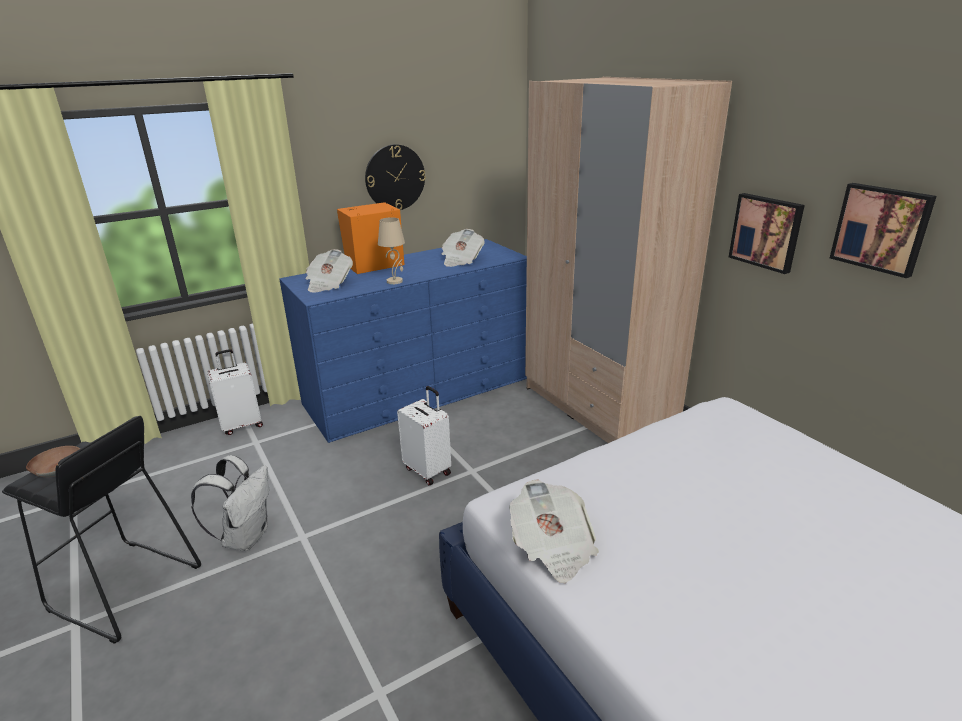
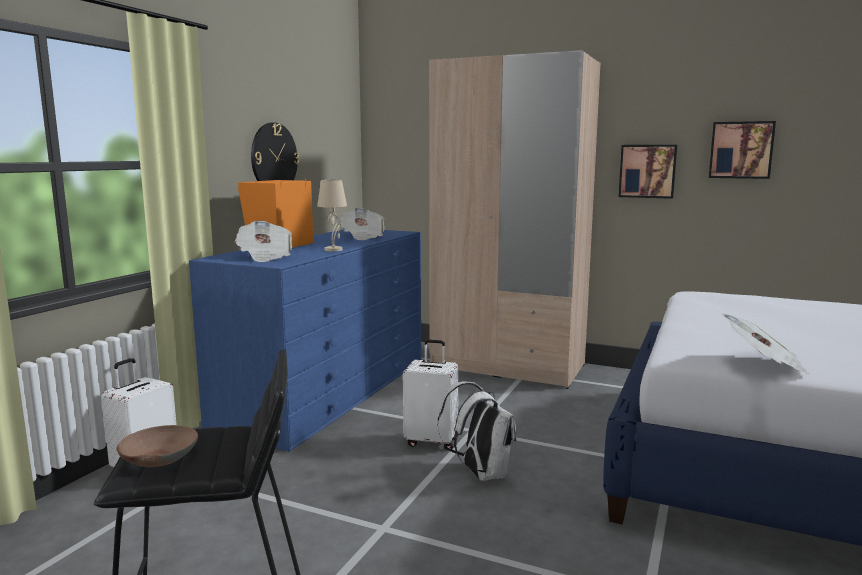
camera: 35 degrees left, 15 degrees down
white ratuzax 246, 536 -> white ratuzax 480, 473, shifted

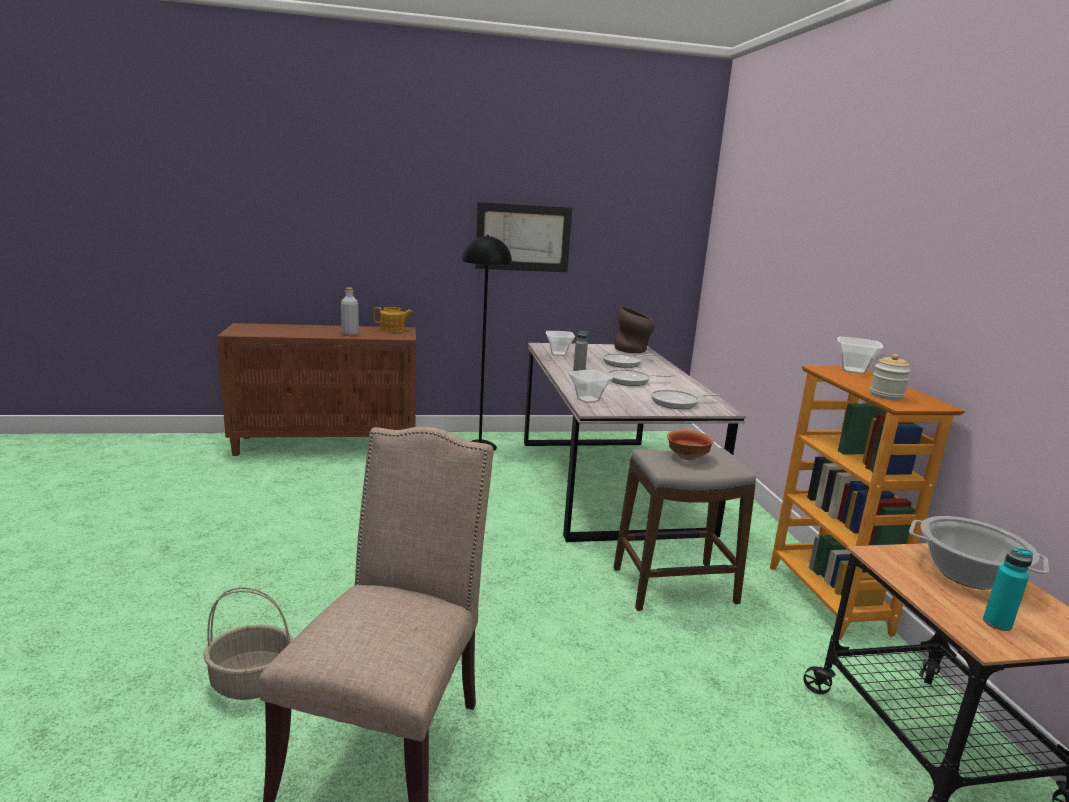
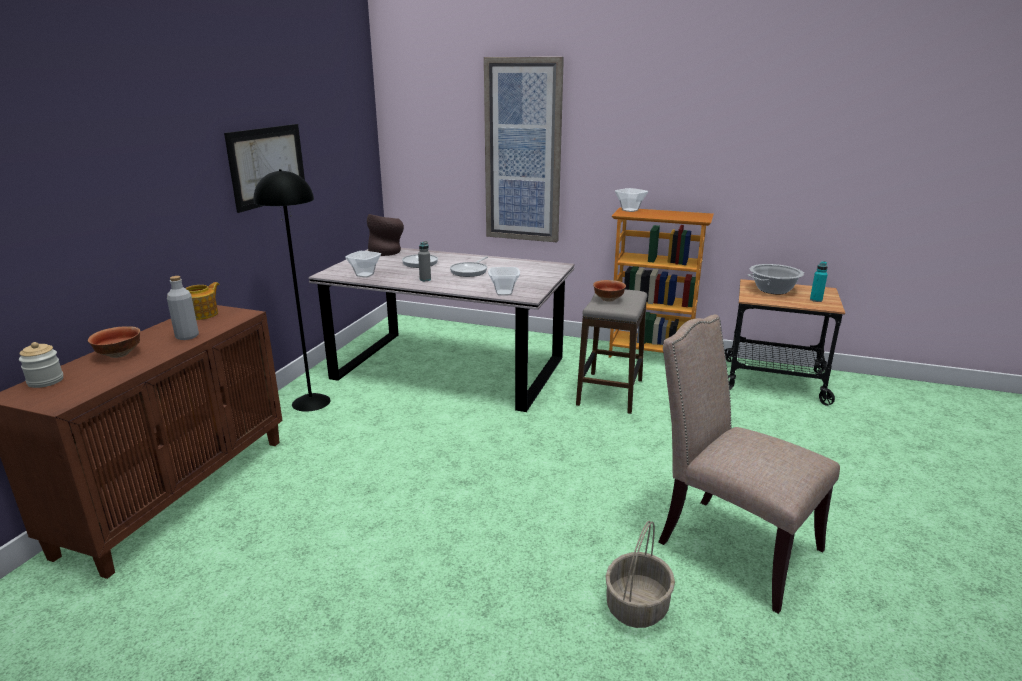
camera: 60 degrees left, 5 degrees up
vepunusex 677, 403 -> none
none -> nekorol 120, 355
none -> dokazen 523, 152
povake 886, 396 -> povake 45, 381, shifted

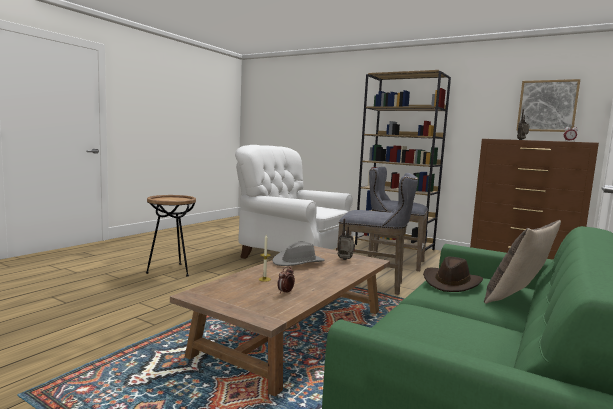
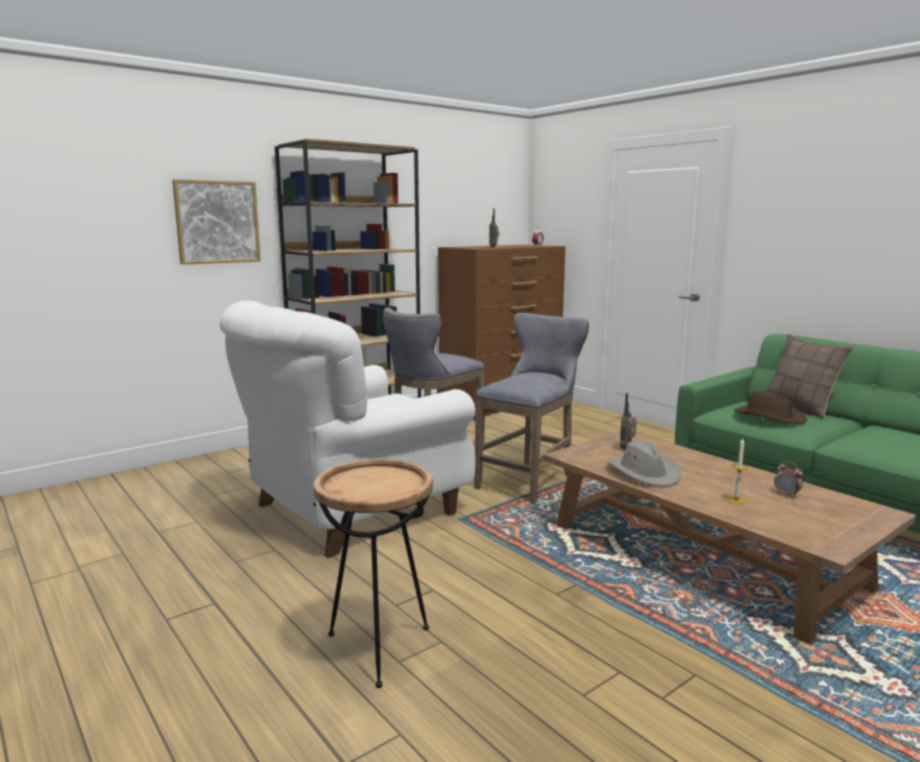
camera: 70 degrees left, 5 degrees up
dokazen 547, 106 -> dokazen 217, 222, shifted

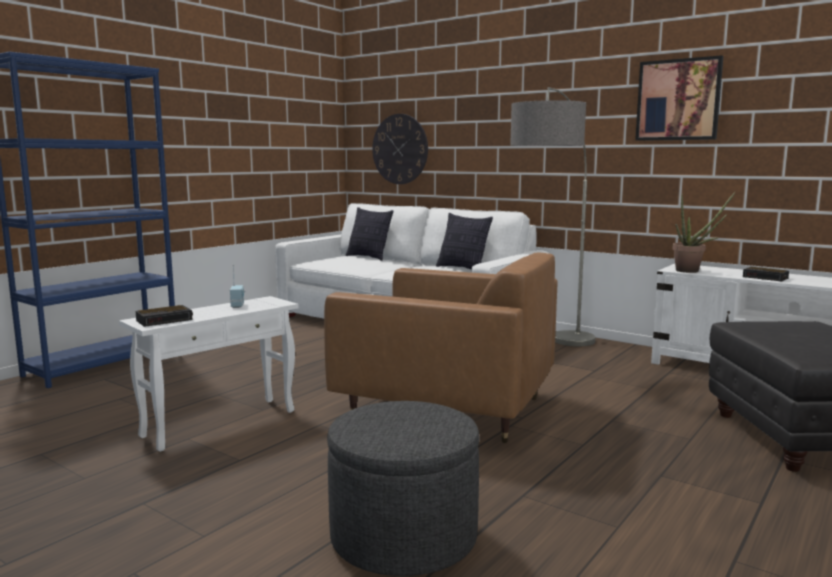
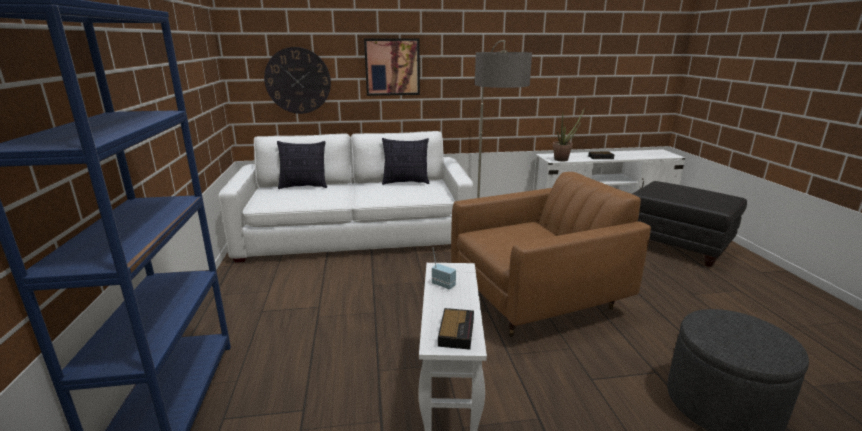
camera: 45 degrees left, 10 degrees up
dokazen 678, 100 -> dokazen 392, 67, shifted

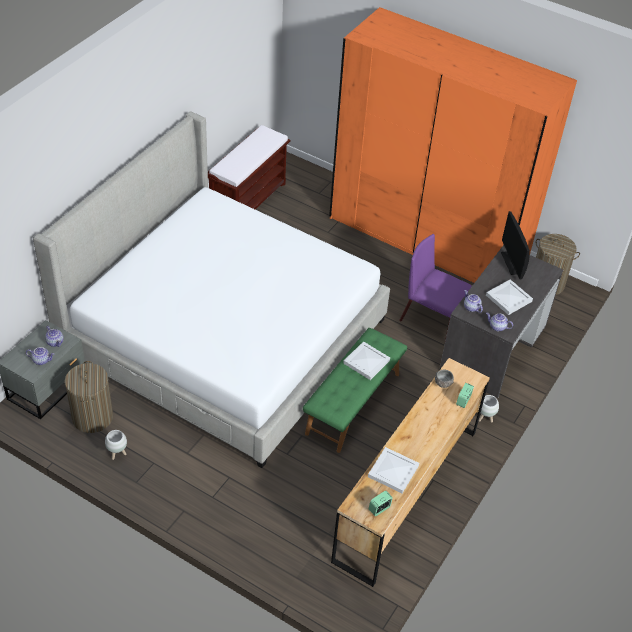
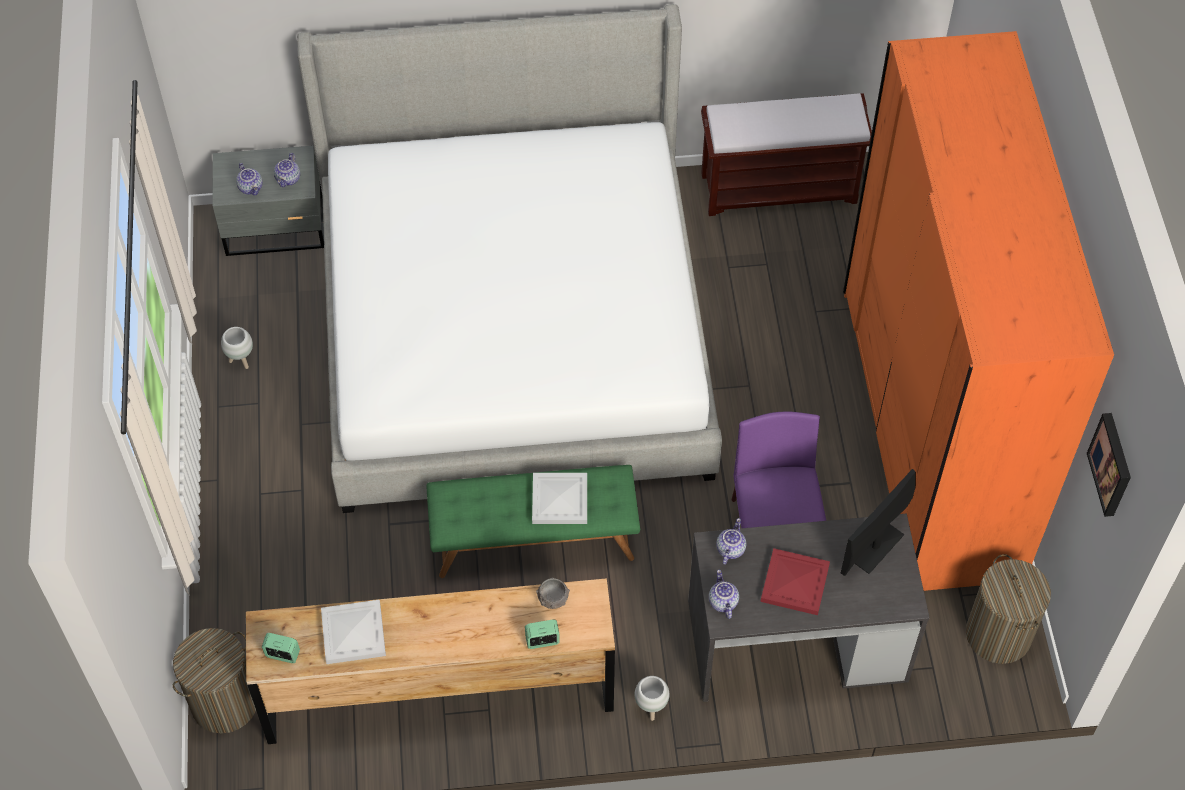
camera: 55 degrees right, 10 degrees up
none -> dokazen 1112, 464
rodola 92, 417 -> rodola 224, 703, shifted
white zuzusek 508, 298 -> red zuzusek 794, 582

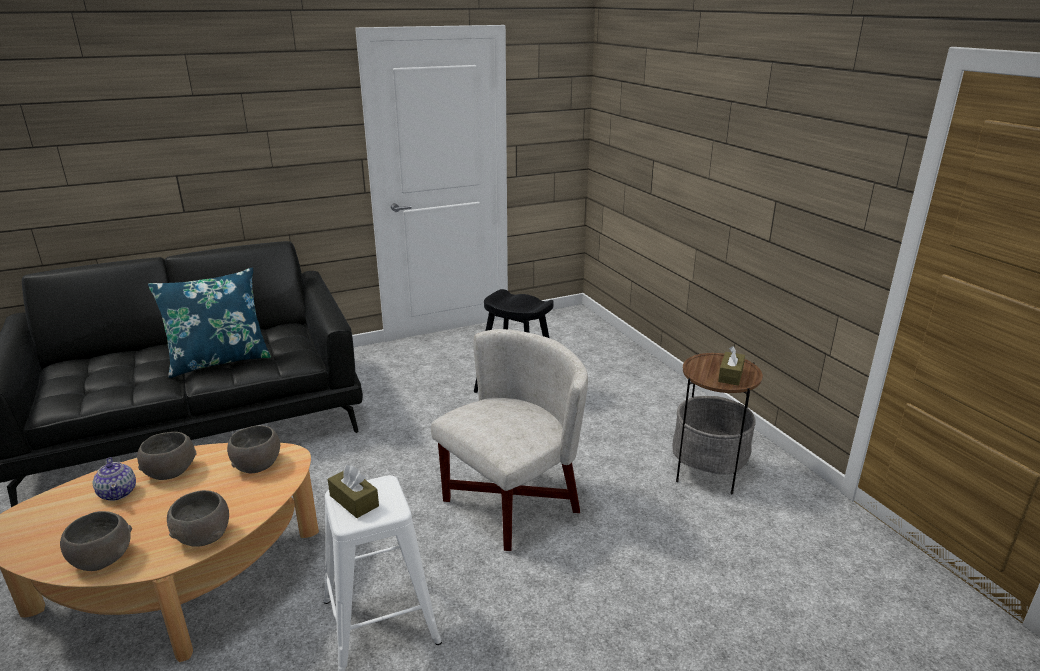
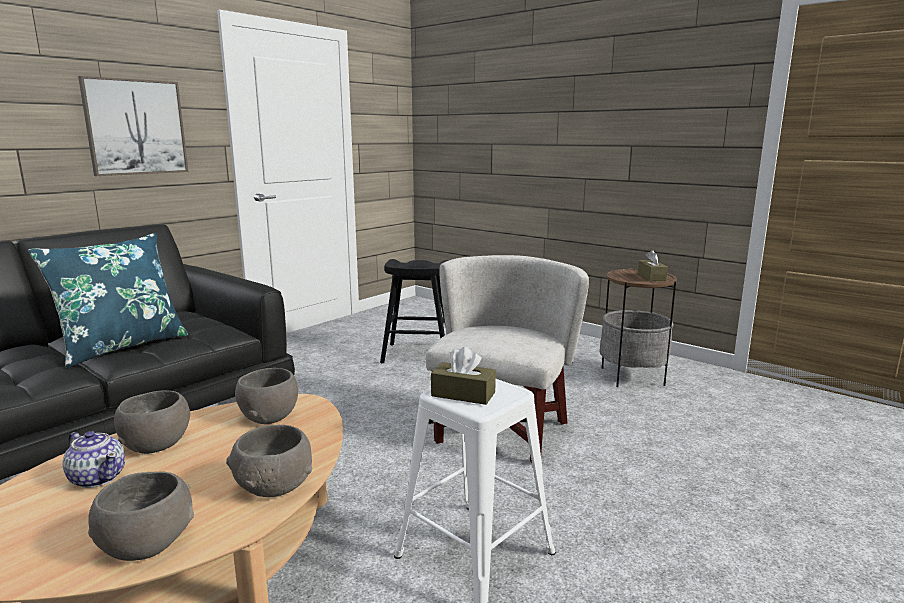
camera: 25 degrees left, 10 degrees down
none -> dokazen 135, 127

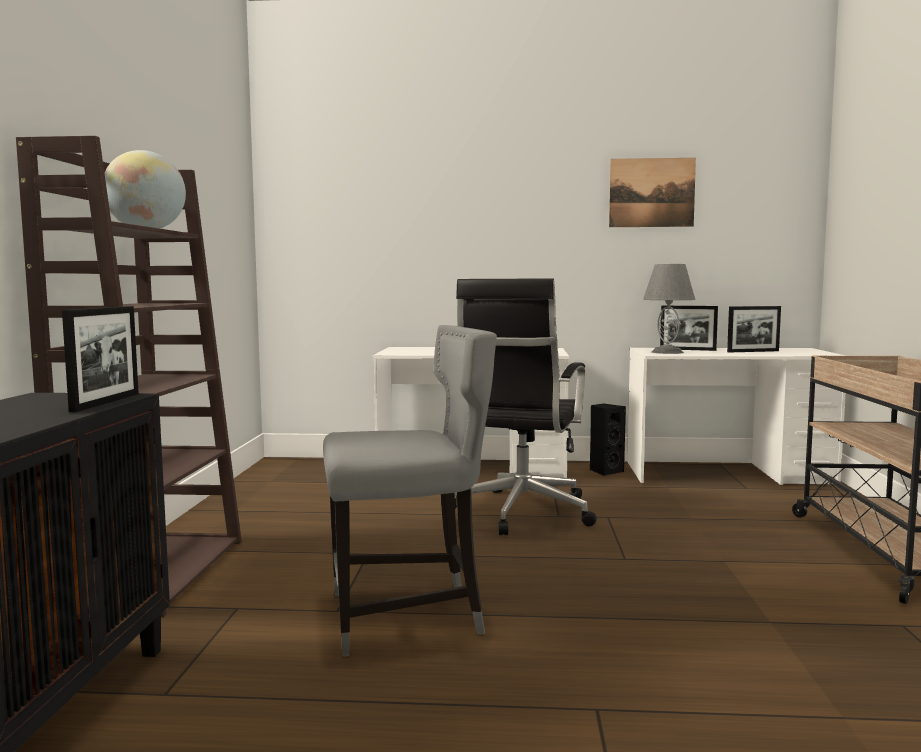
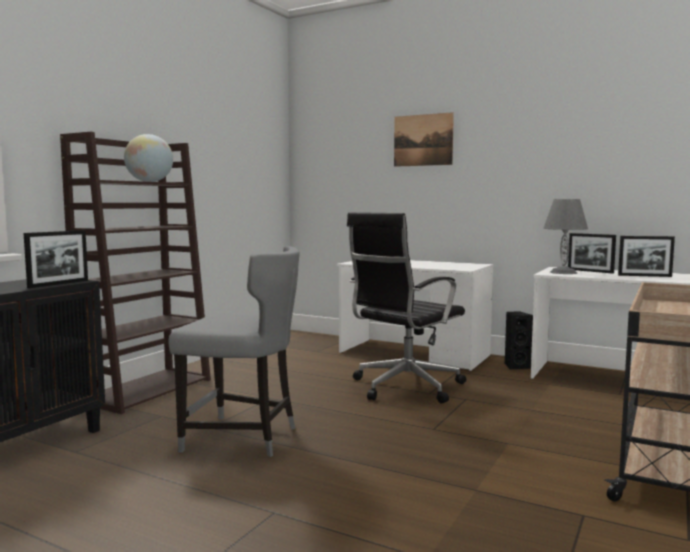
camera: 25 degrees right, 0 degrees up
dokazen 651, 192 -> dokazen 423, 140, shifted

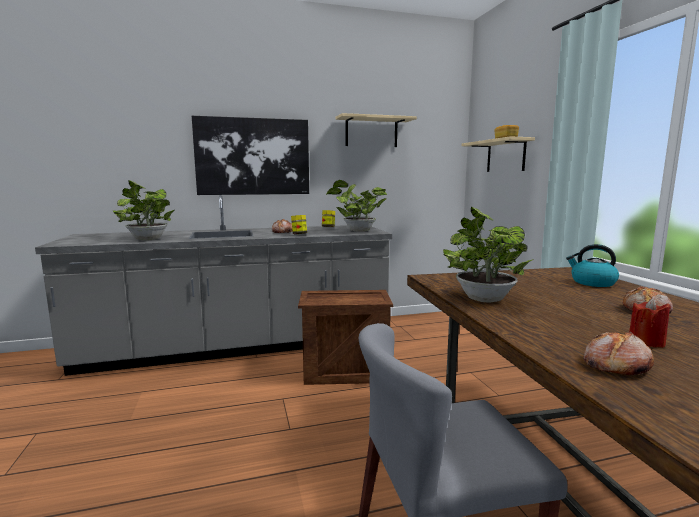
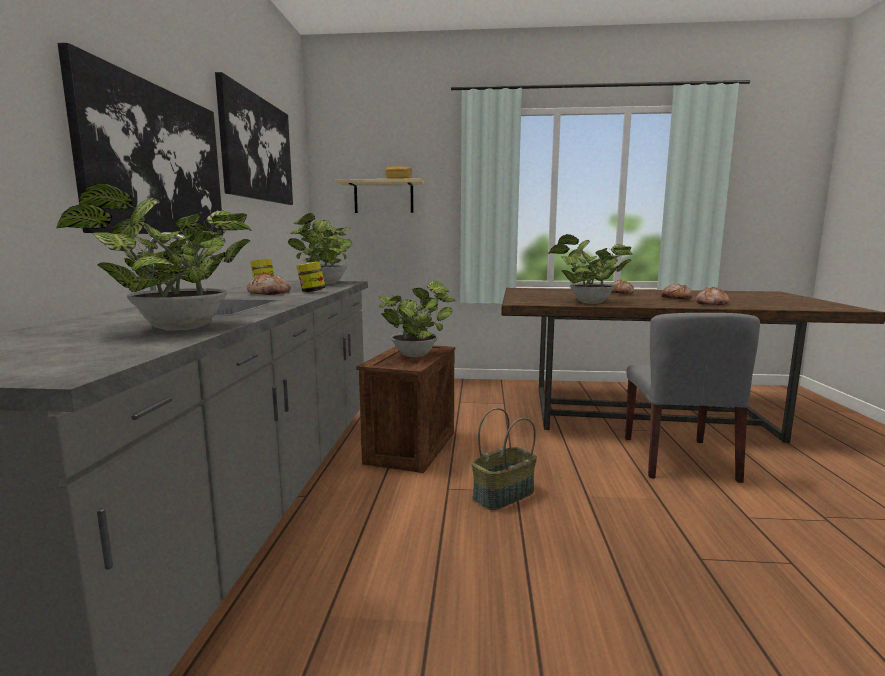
camera: 70 degrees left, 0 degrees up
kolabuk 592, 283 -> none
none -> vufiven 417, 354
none -> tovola 504, 496
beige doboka 371, 132 -> dokazen 257, 149
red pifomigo 646, 342 -> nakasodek 675, 299

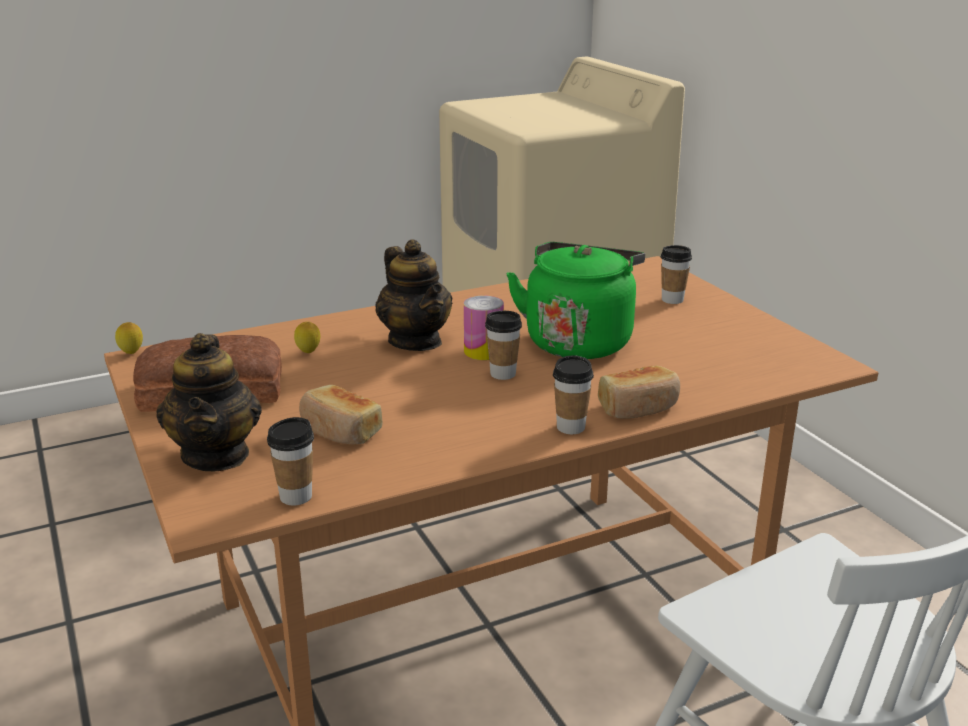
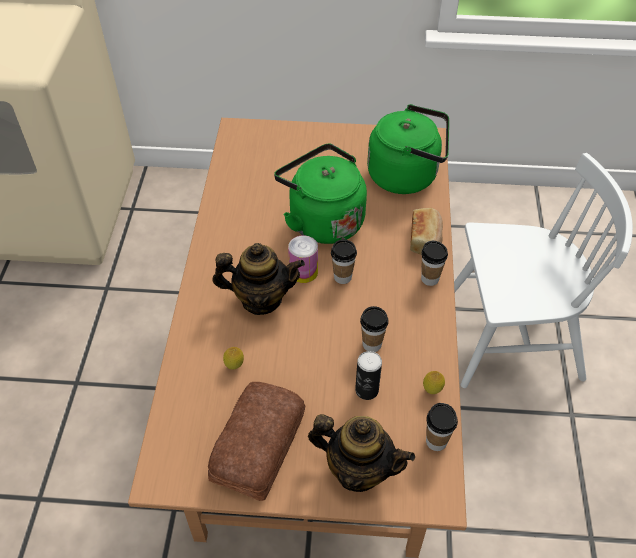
camera: 60 degrees left, 25 degrees up
none -> green kolabuk 407, 175
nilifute 131, 354 -> nilifute 432, 390, shifted
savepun 672, 300 -> savepun 372, 344, shifted
nakasodek 340, 431 -> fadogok 367, 390

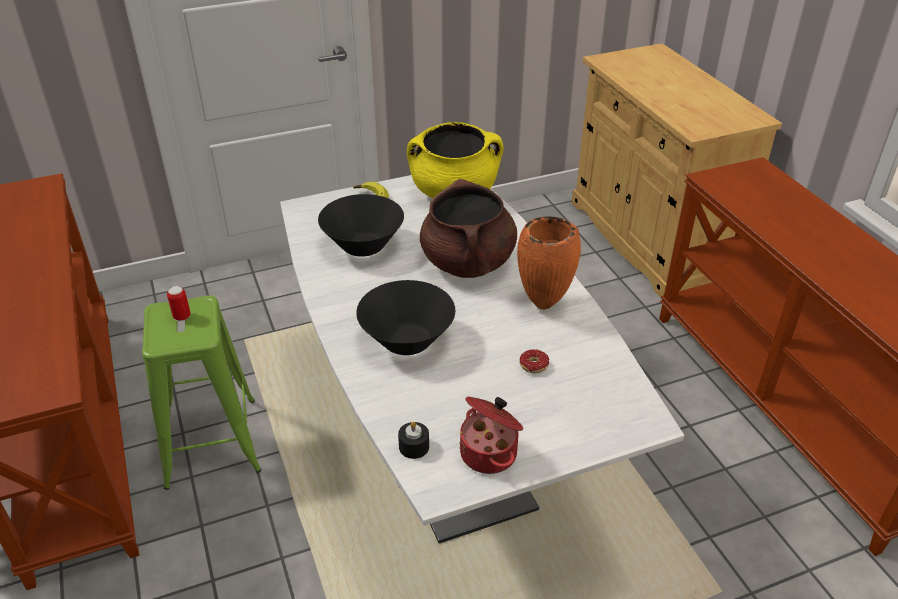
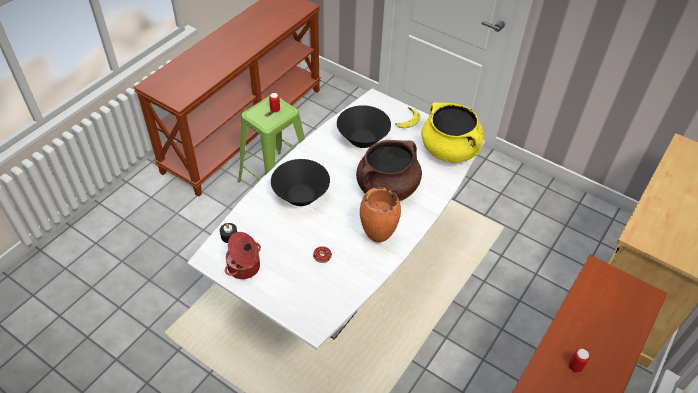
camera: 55 degrees right, 10 degrees up
none -> fadogok 575, 367

